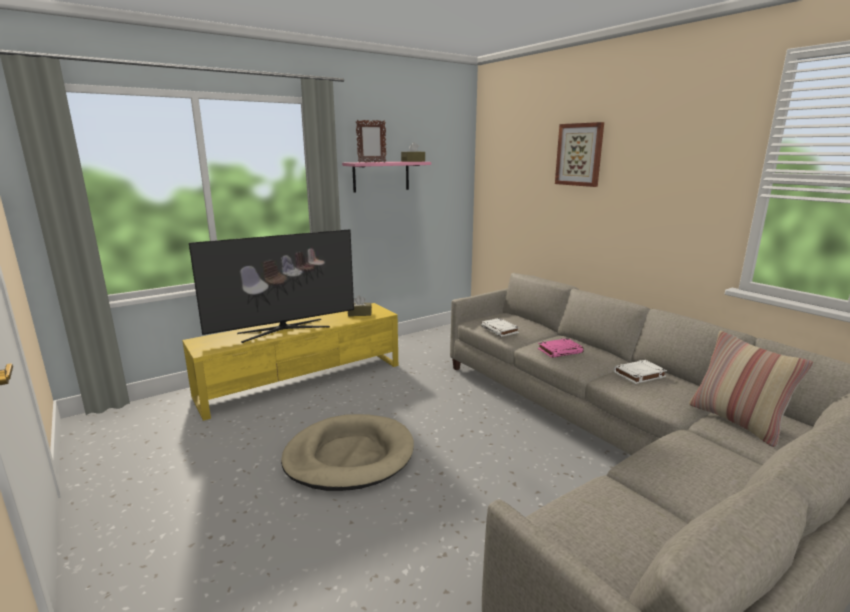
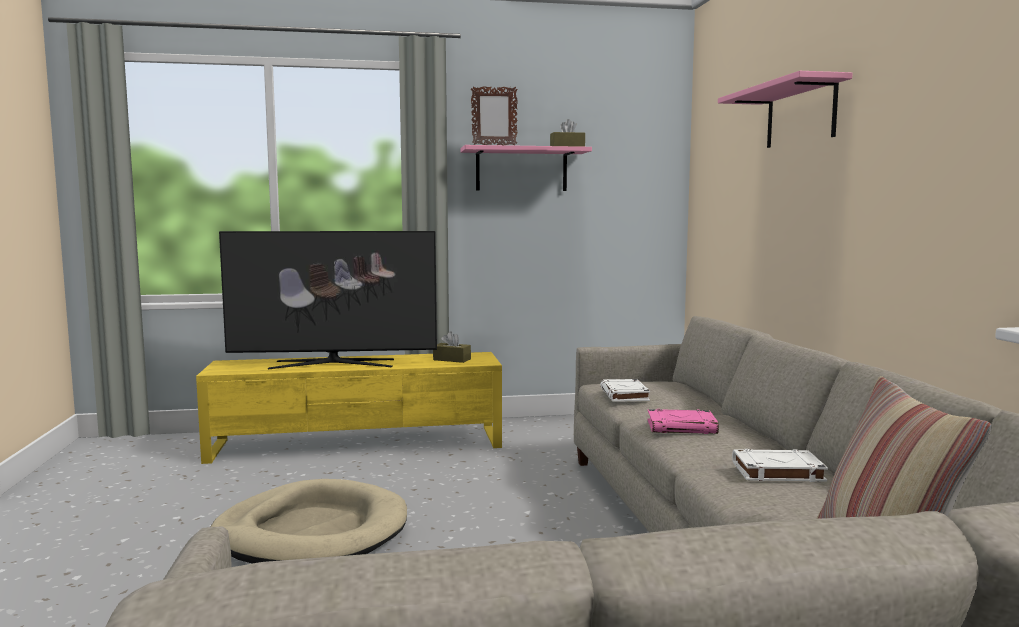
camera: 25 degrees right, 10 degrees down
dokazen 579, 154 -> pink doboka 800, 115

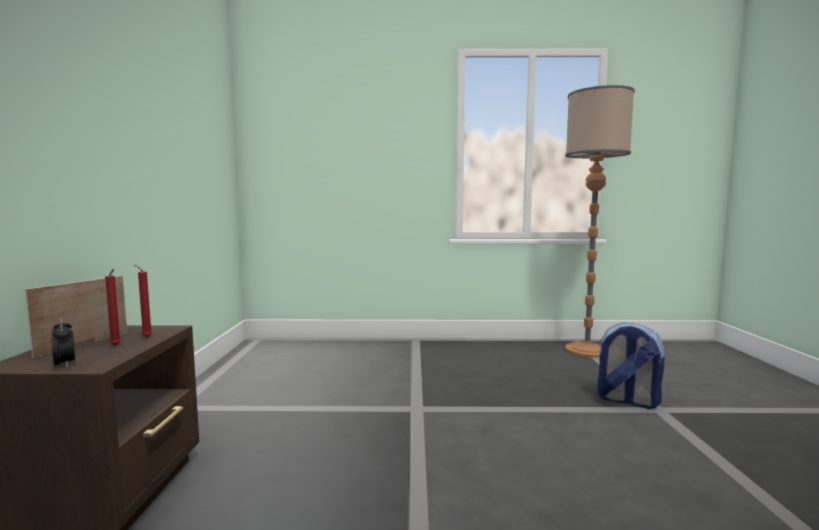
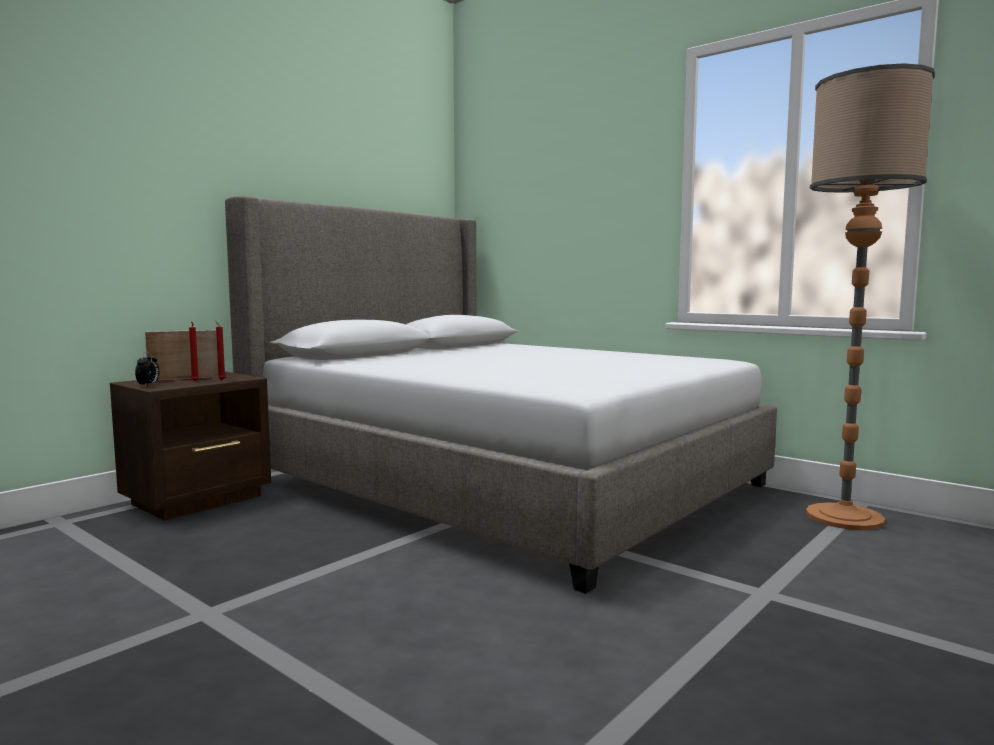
camera: 40 degrees right, 0 degrees up
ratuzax 626, 400 -> none
none -> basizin 500, 482

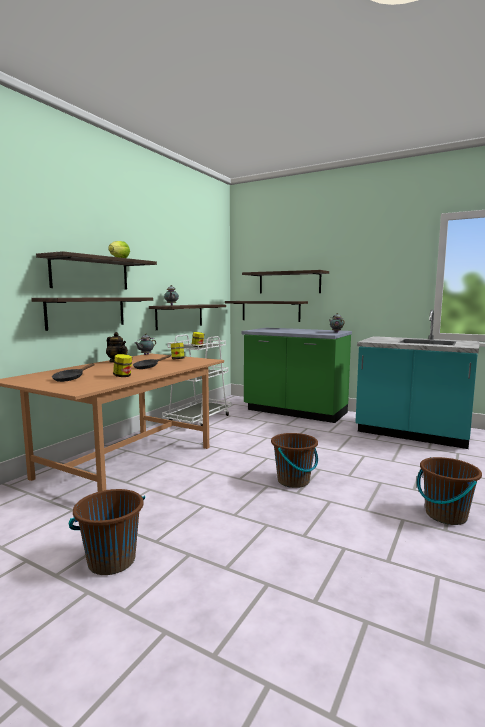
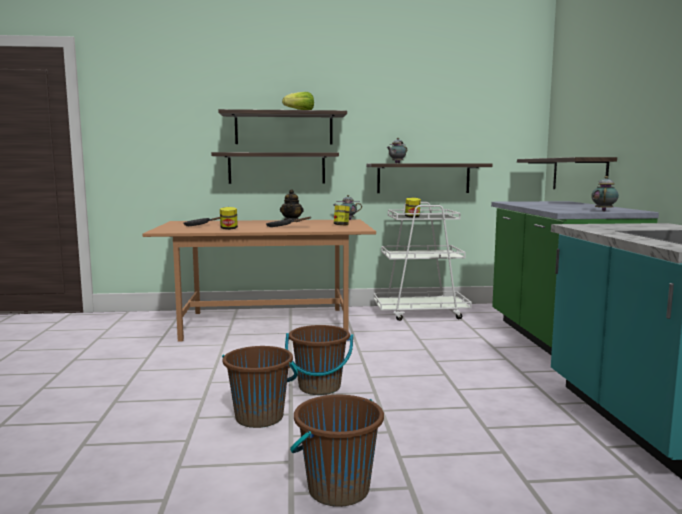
camera: 55 degrees right, 0 degrees up
doboka 289, 282 -> none
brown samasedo 111, 561 -> brown samasedo 259, 417, shifted

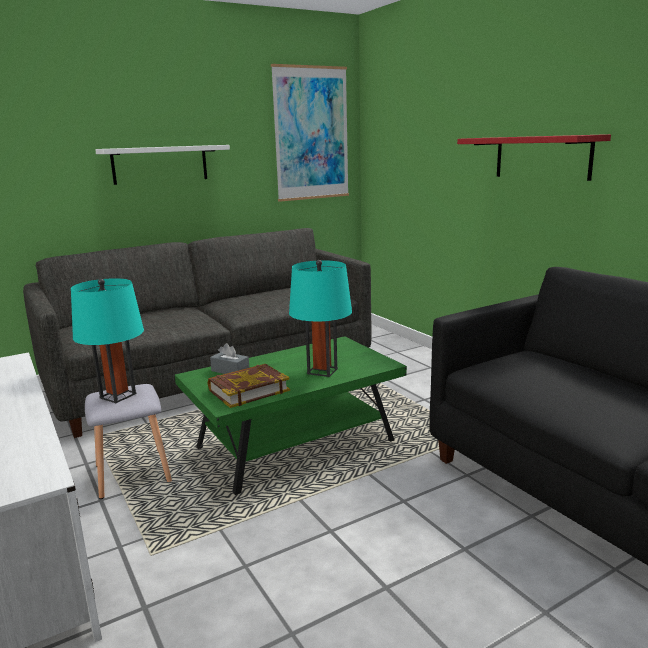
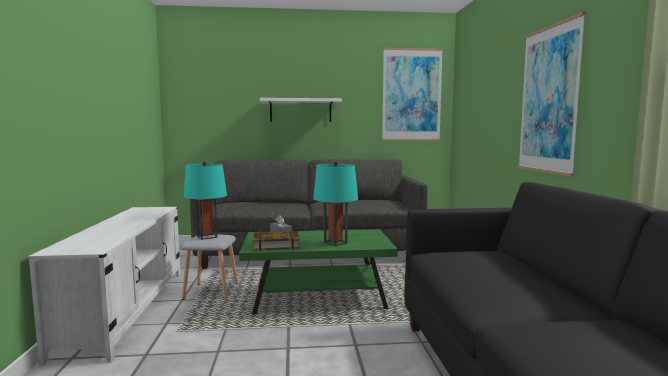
camera: 25 degrees right, 10 degrees down
red doboka 542, 157 -> dokazen 549, 99

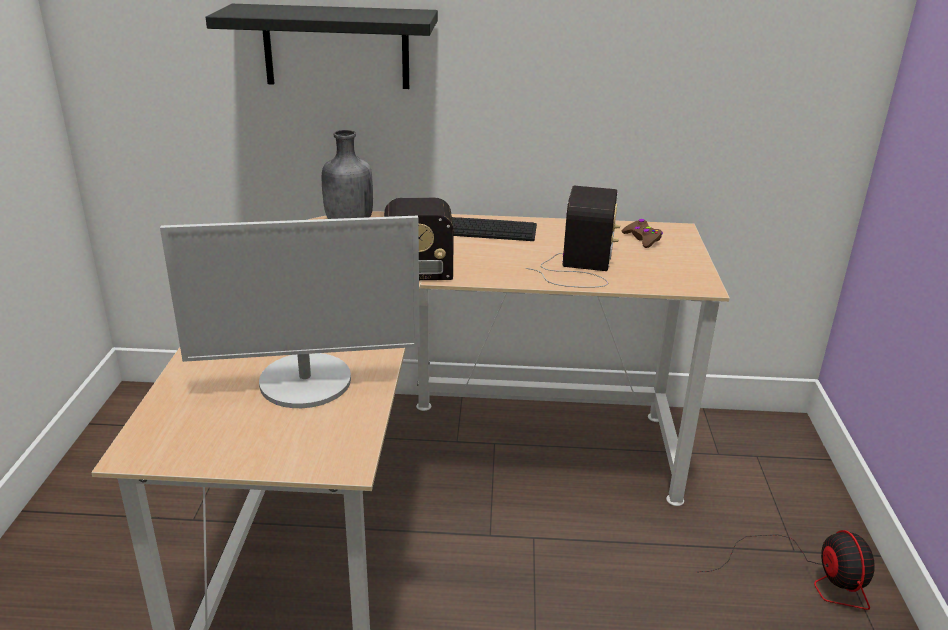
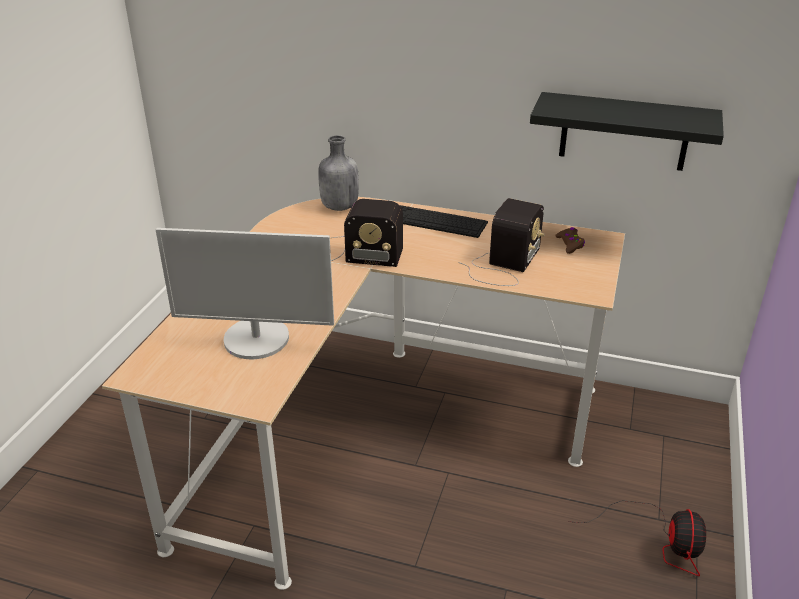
camera: 15 degrees right, 5 degrees up
black doboka 336, 47 -> black doboka 624, 132, shifted

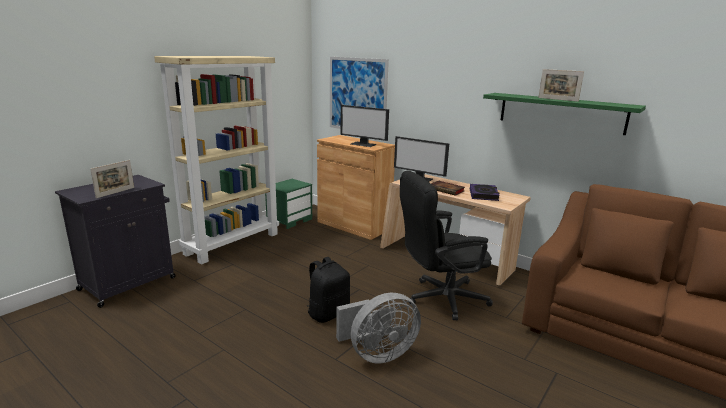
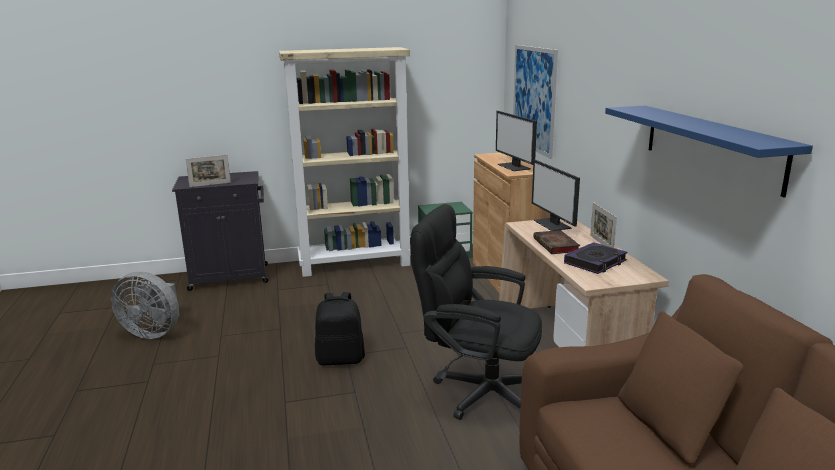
camera: 40 degrees right, 0 degrees up
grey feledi 377, 354 -> grey feledi 154, 332, shifted
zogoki 557, 99 -> zogoki 601, 244, shifted
green doboka 560, 113 -> blue doboka 710, 146

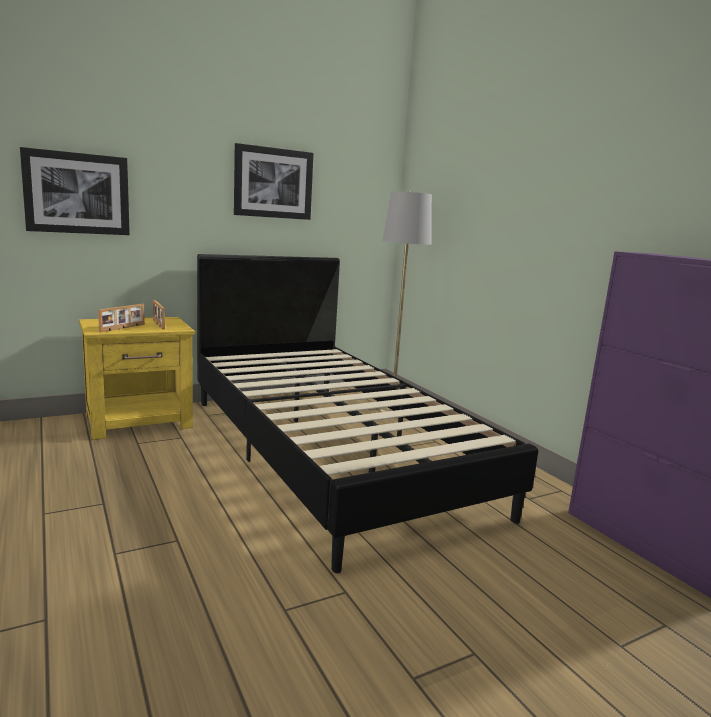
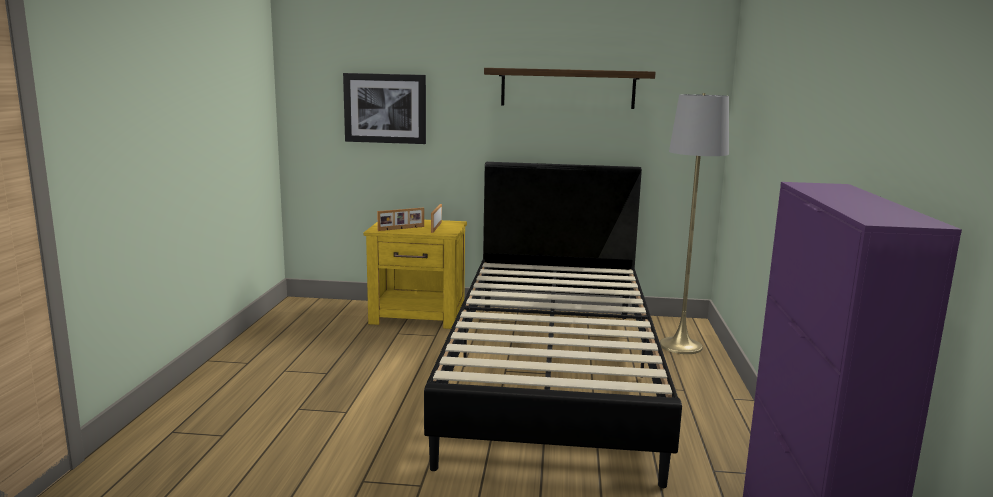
camera: 35 degrees right, 0 degrees up
dokazen 273, 183 -> doboka 568, 88

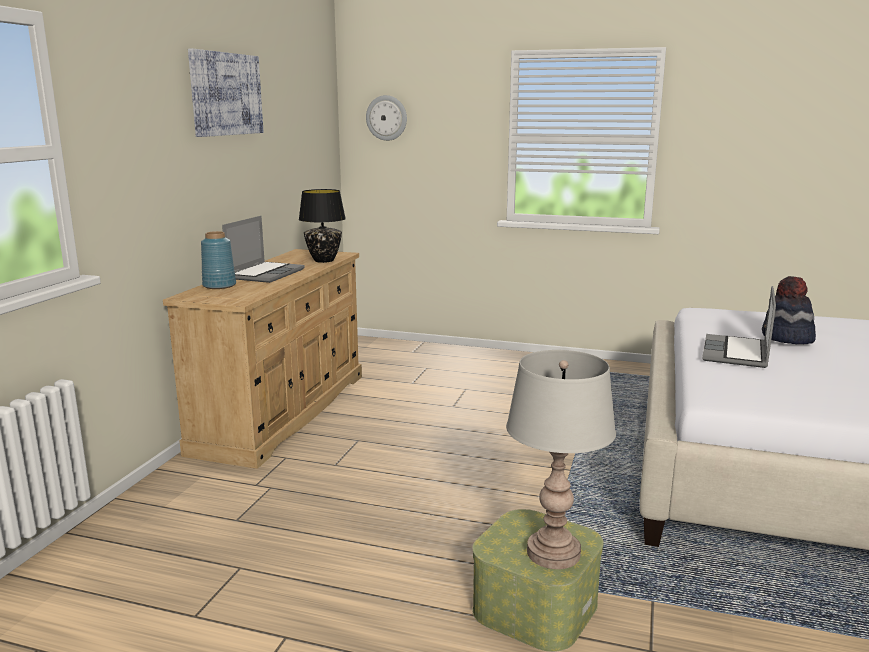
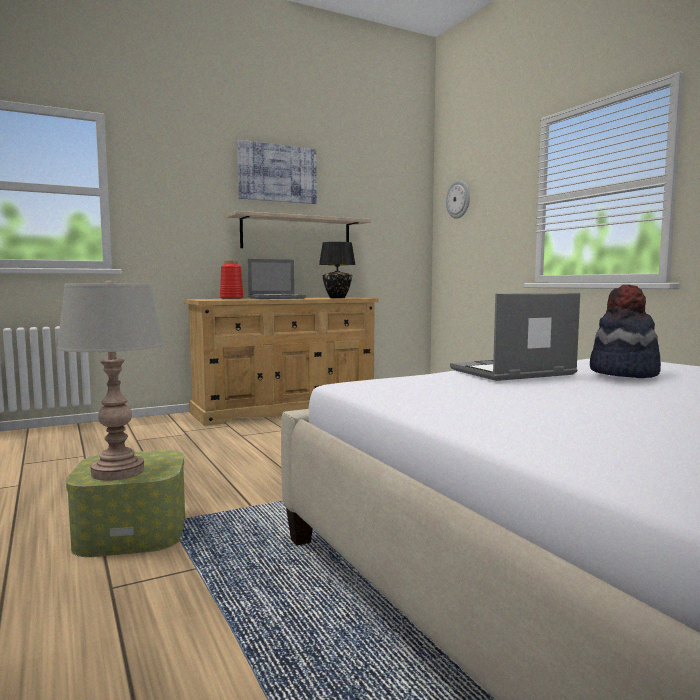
camera: 45 degrees right, 10 degrees down
none -> doboka 296, 234
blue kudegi 220, 285 -> red kudegi 232, 298

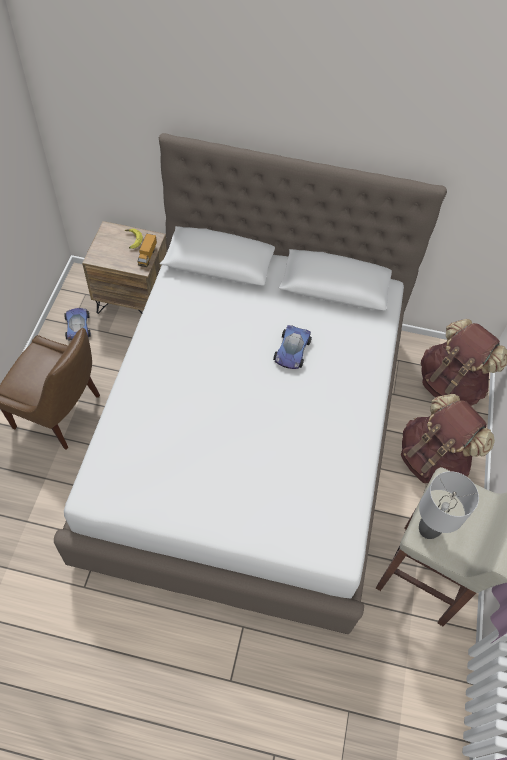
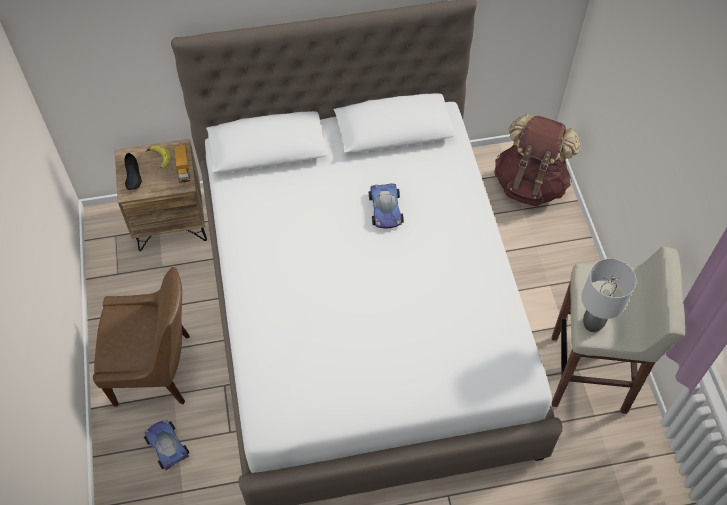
camera: 20 degrees left, 0 degrees up
brown ratuzax 433, 459 -> none
none -> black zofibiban 133, 176
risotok 78, 326 -> risotok 167, 445, shifted

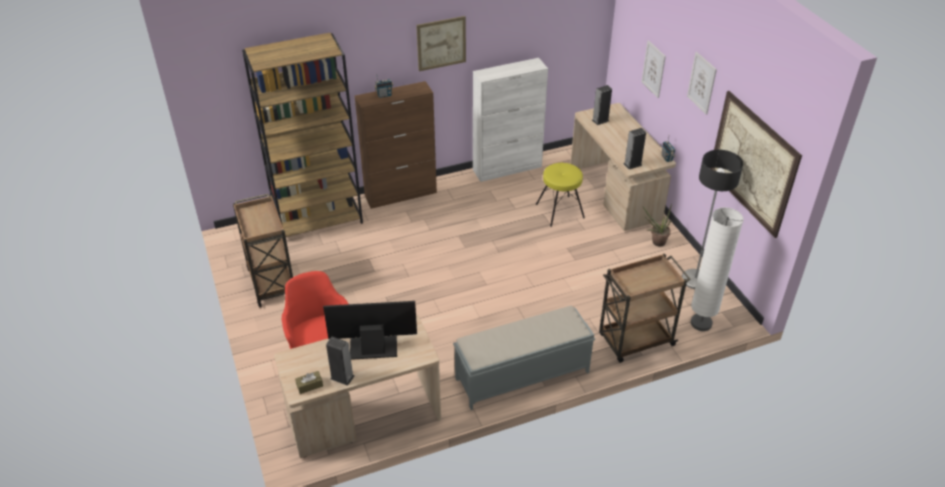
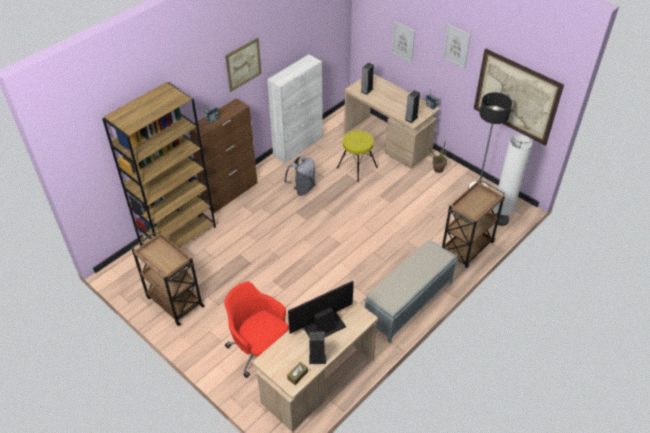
camera: 25 degrees left, 5 degrees up
none -> grey ratuzax 302, 188

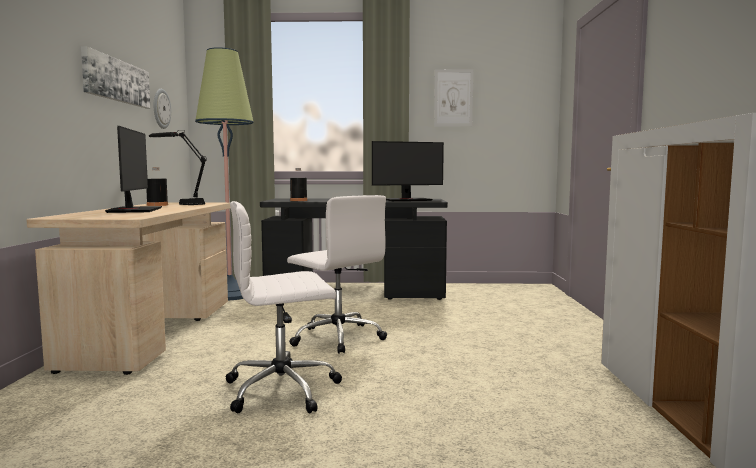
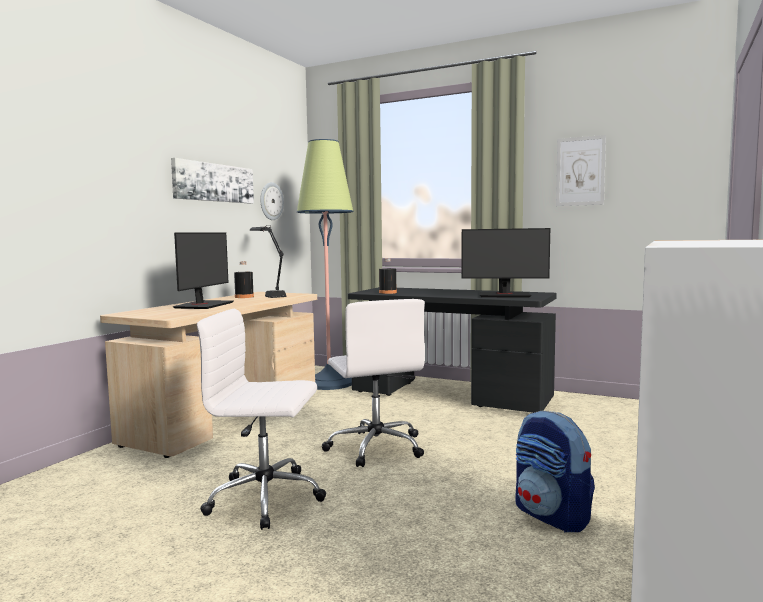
camera: 25 degrees right, 0 degrees up
none -> ratuzax 552, 516

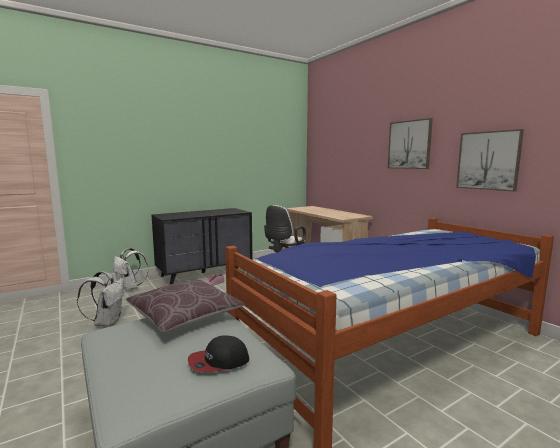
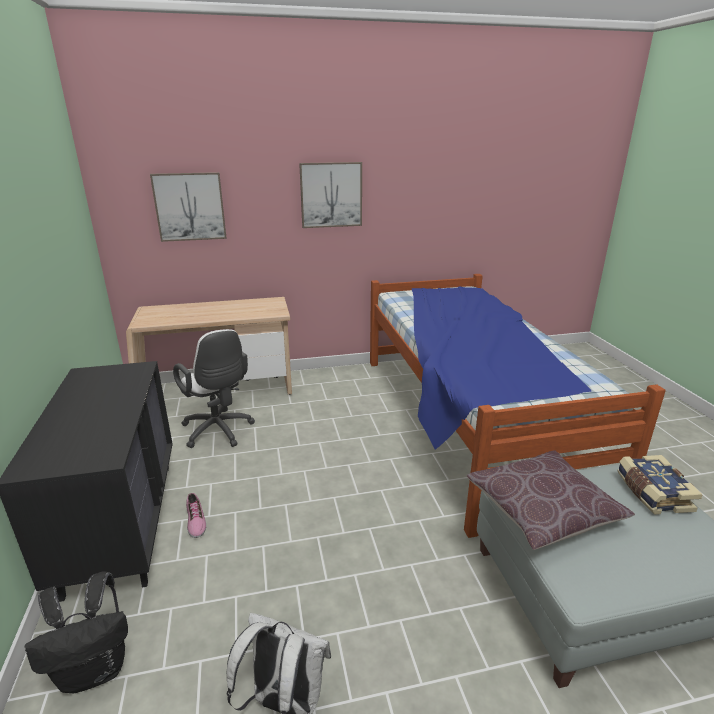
camera: 70 degrees left, 15 degrees up
dokazen 488, 160 -> dokazen 190, 207, shifted
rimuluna 218, 361 -> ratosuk 652, 493
white ratuzax 129, 289 -> black ratuzax 96, 669

